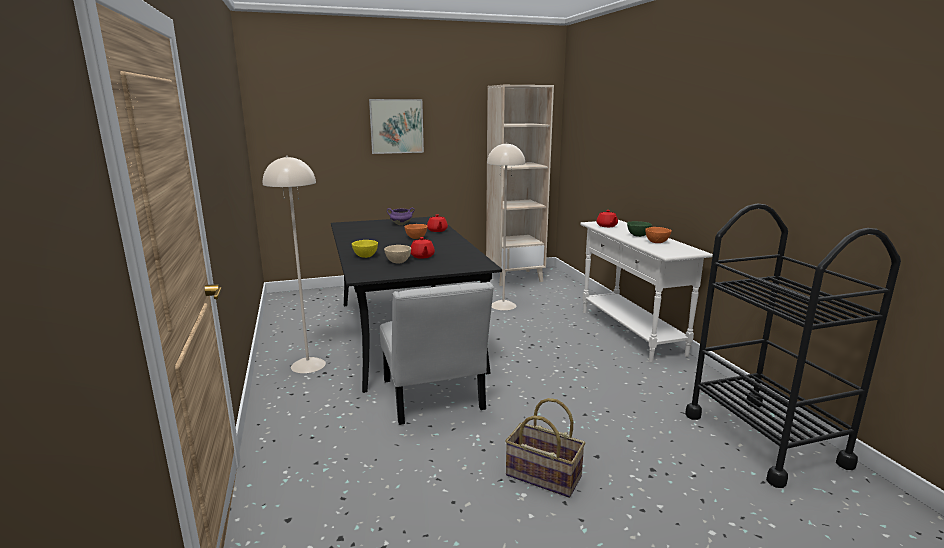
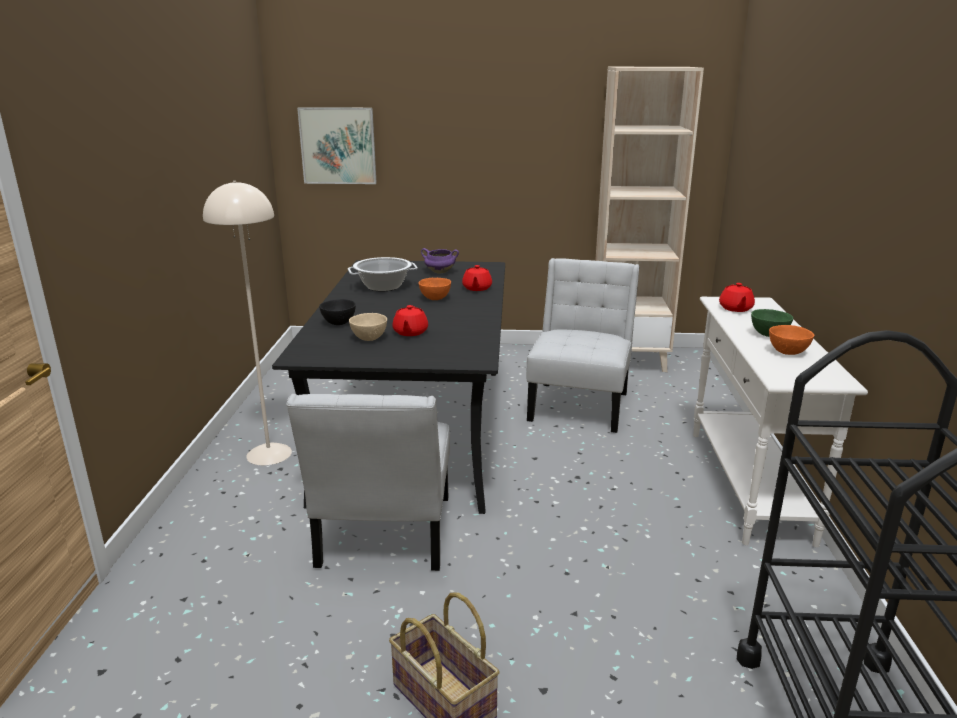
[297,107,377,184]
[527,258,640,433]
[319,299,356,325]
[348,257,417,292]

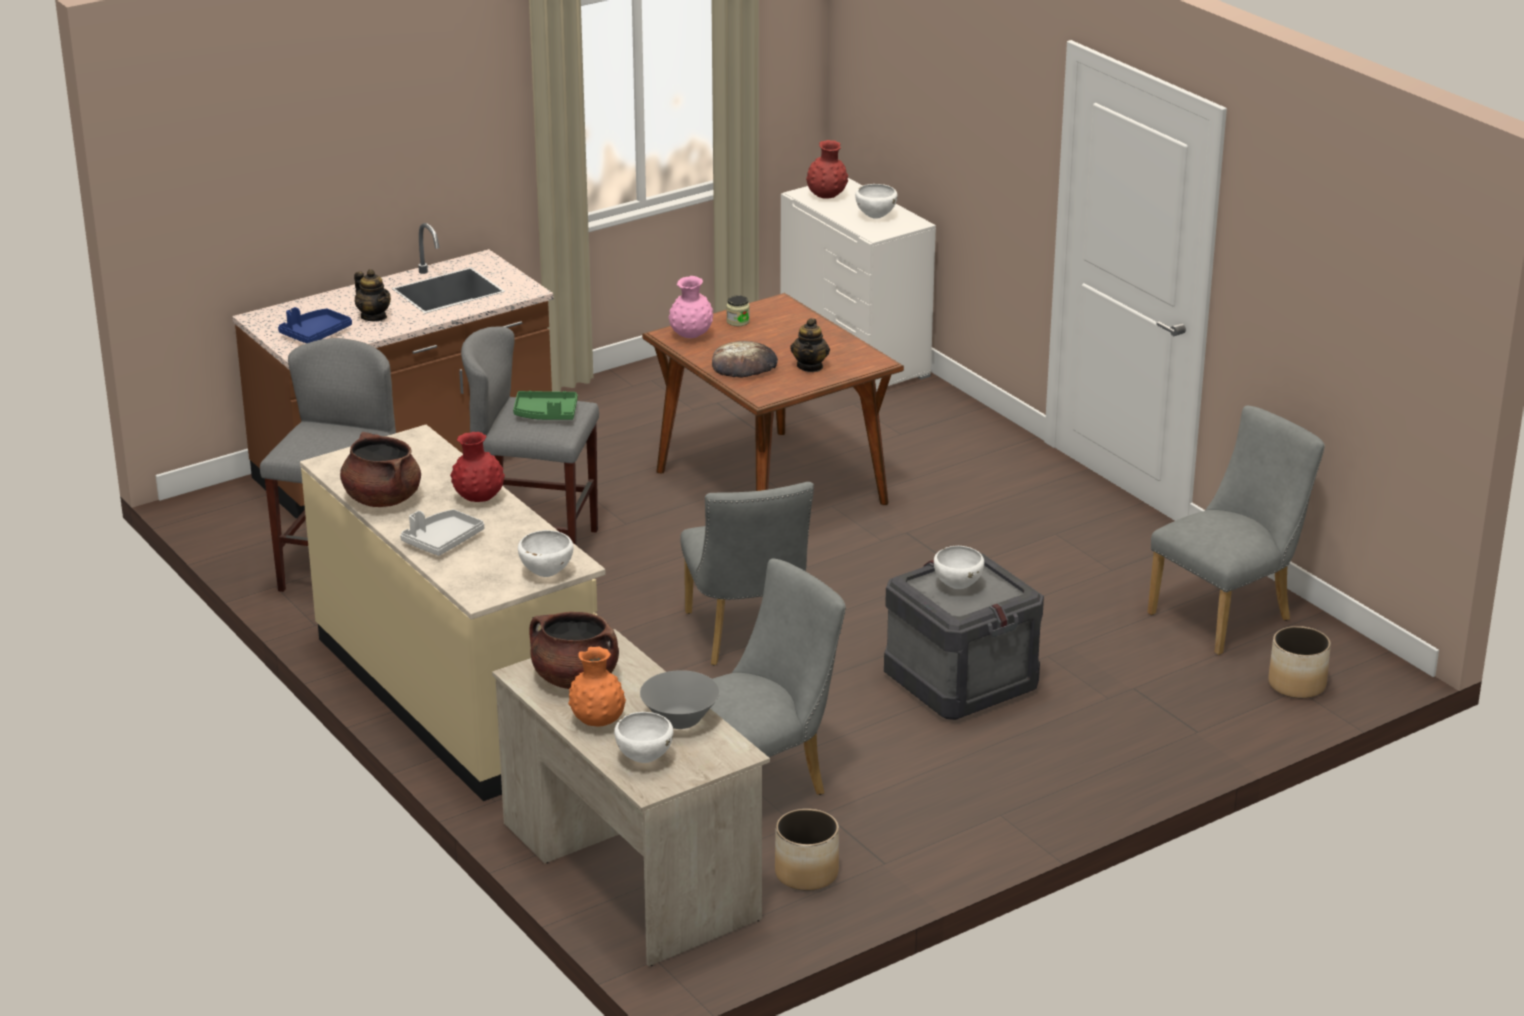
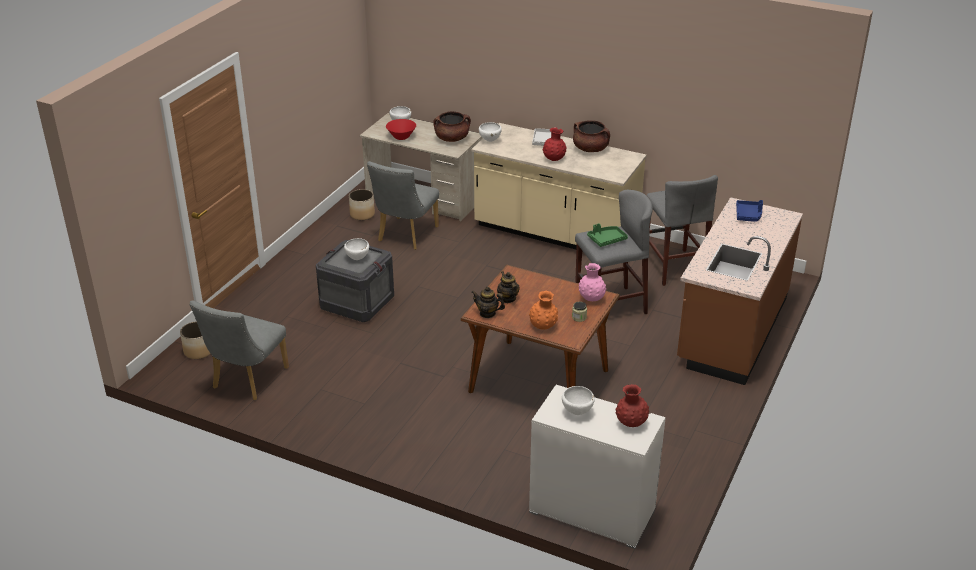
[471,287,505,318]
[712,341,778,378] (first image)
[680,482,814,665] (first image)
[529,291,558,330]
[386,119,416,140]

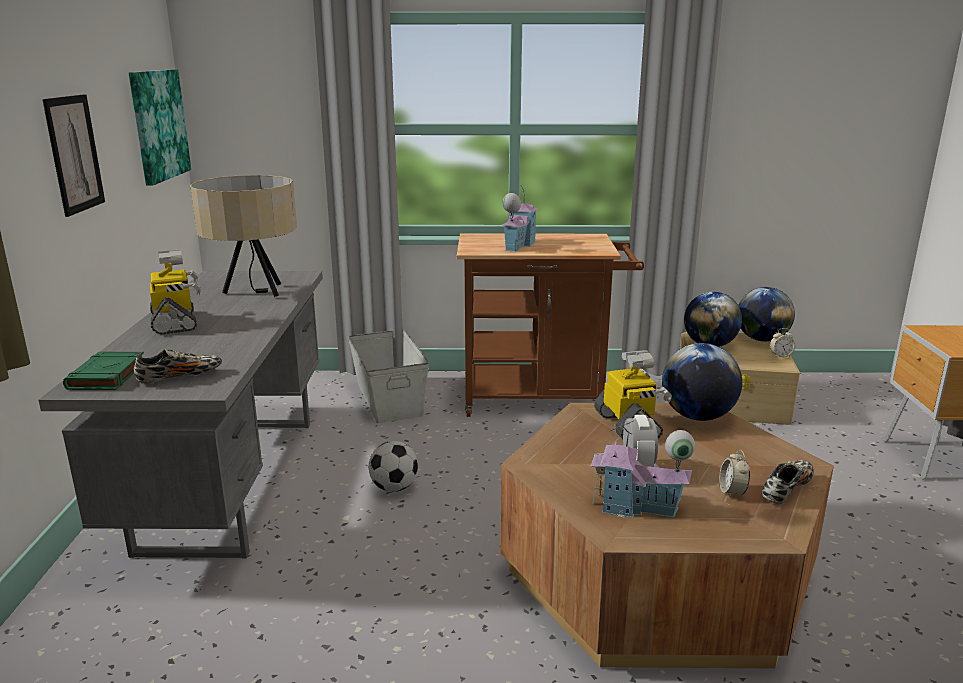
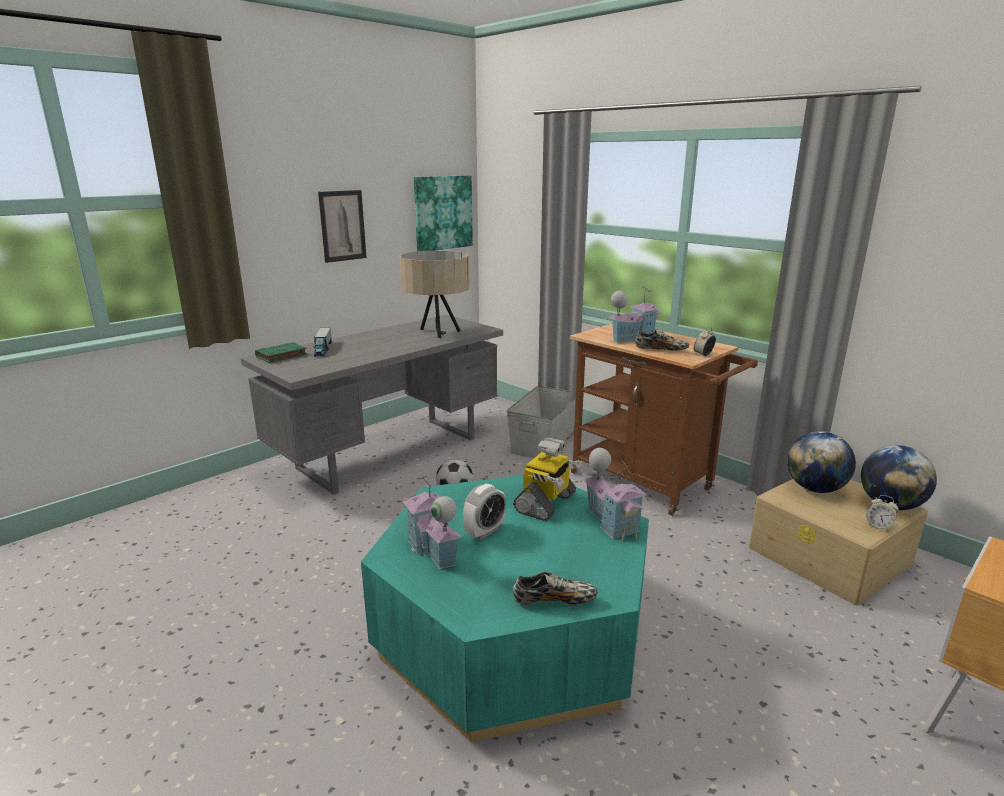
[150,249,201,334] (first image)
[584,448,647,541]
[635,330,689,351]
[361,475,649,742]
[694,327,716,356]
[314,327,332,357]

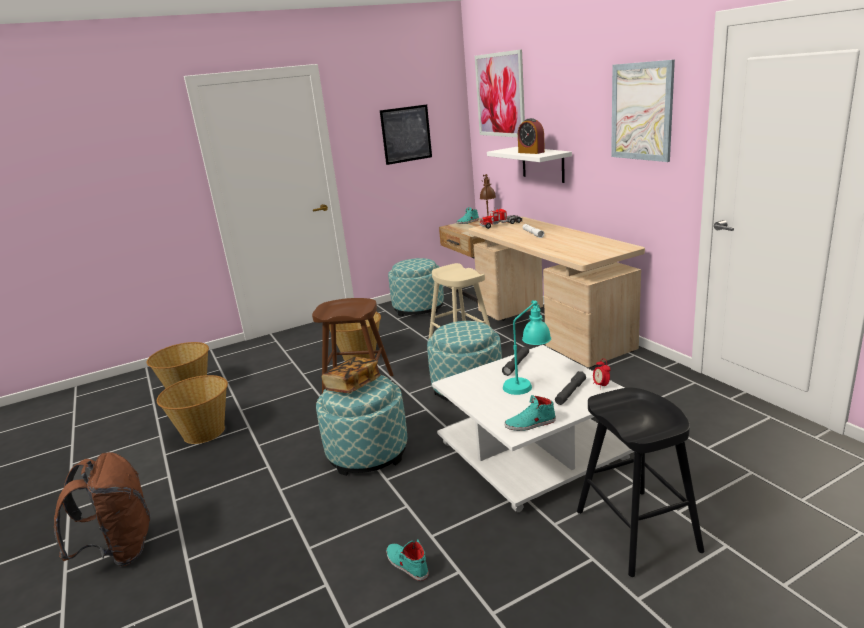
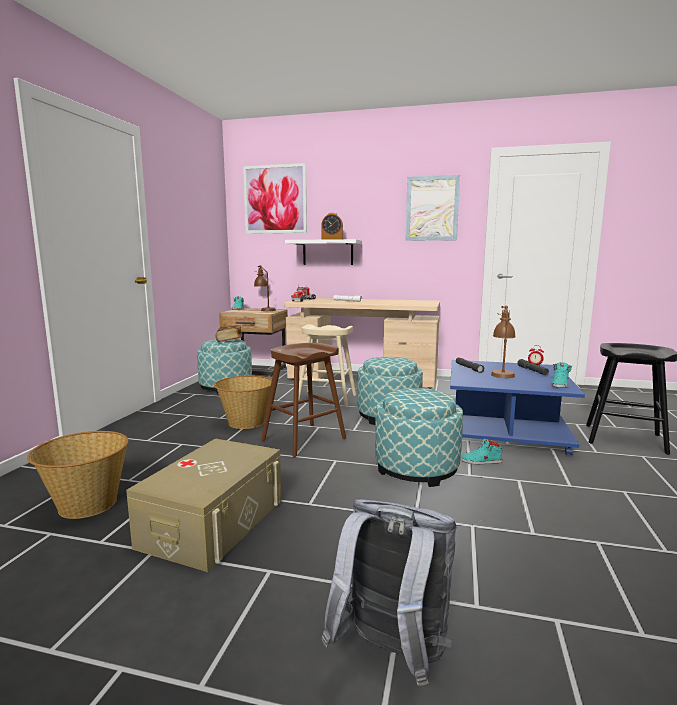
[380,104,432,165] (first image)
[491,305,516,378]
[450,360,585,455]
[216,325,242,342]
[126,438,281,572]
[321,499,457,686]
[460,438,502,465]

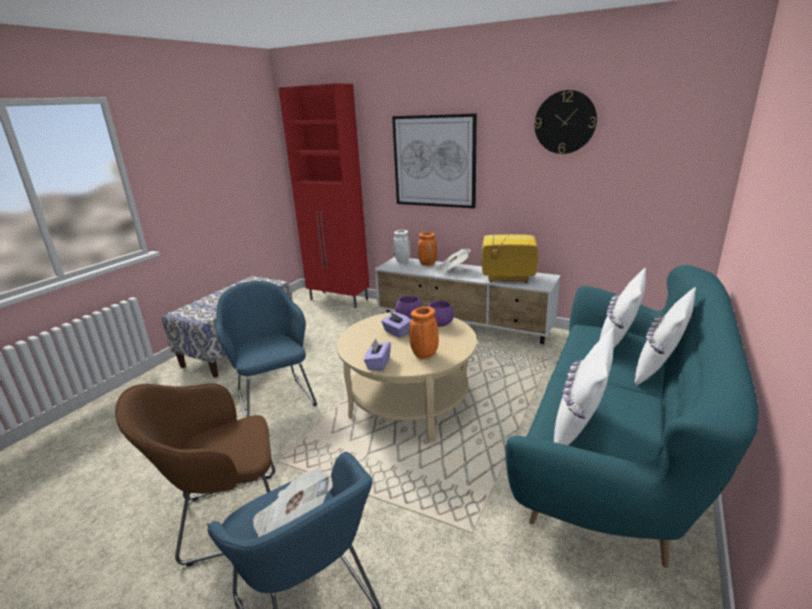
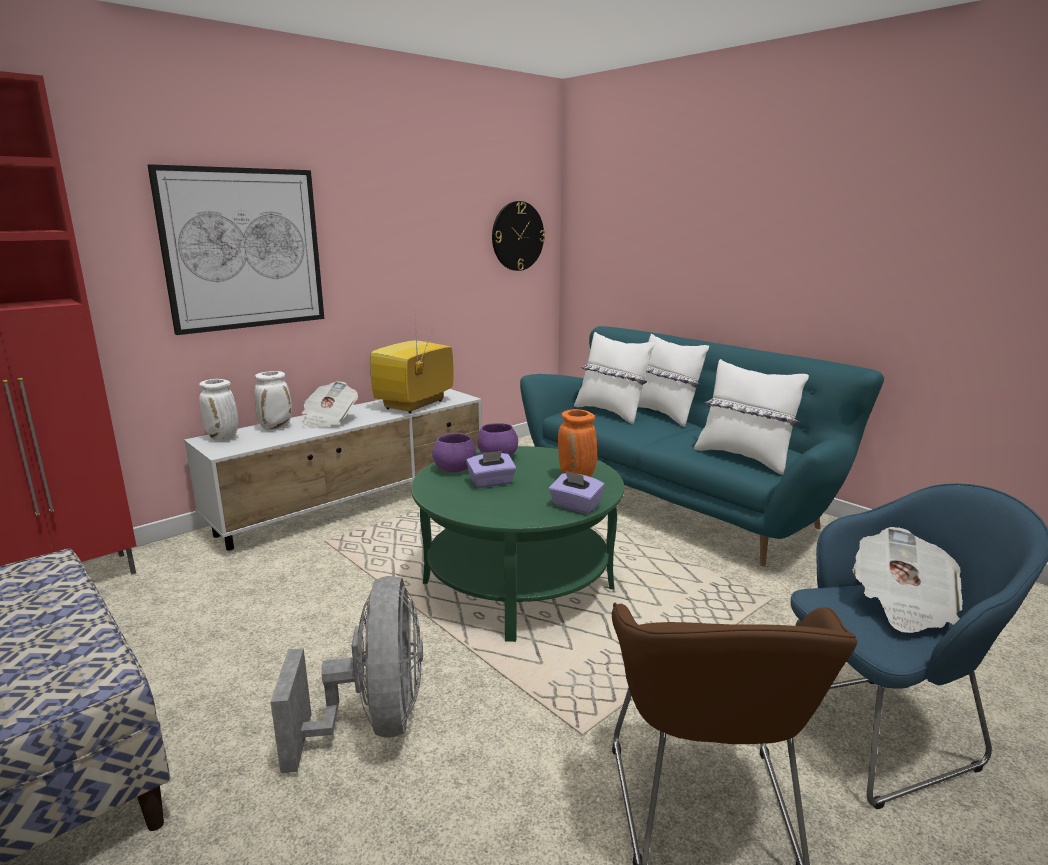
[492,201,545,271]
[254,371,292,430]
[271,576,423,773]
[411,446,624,642]

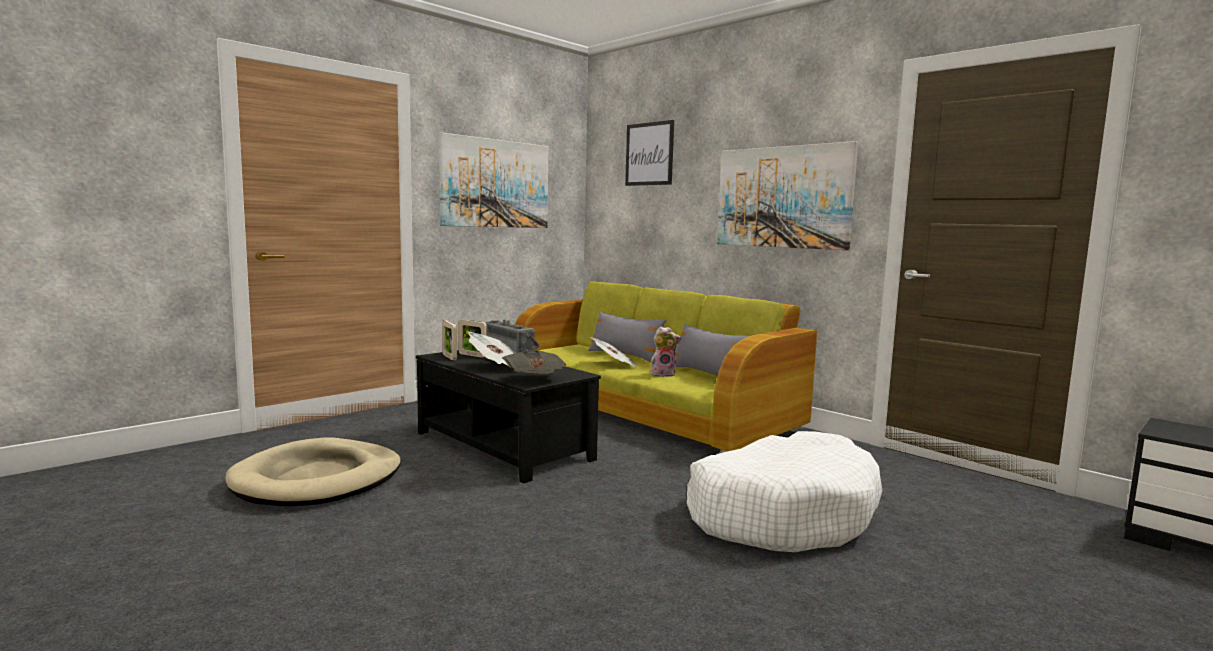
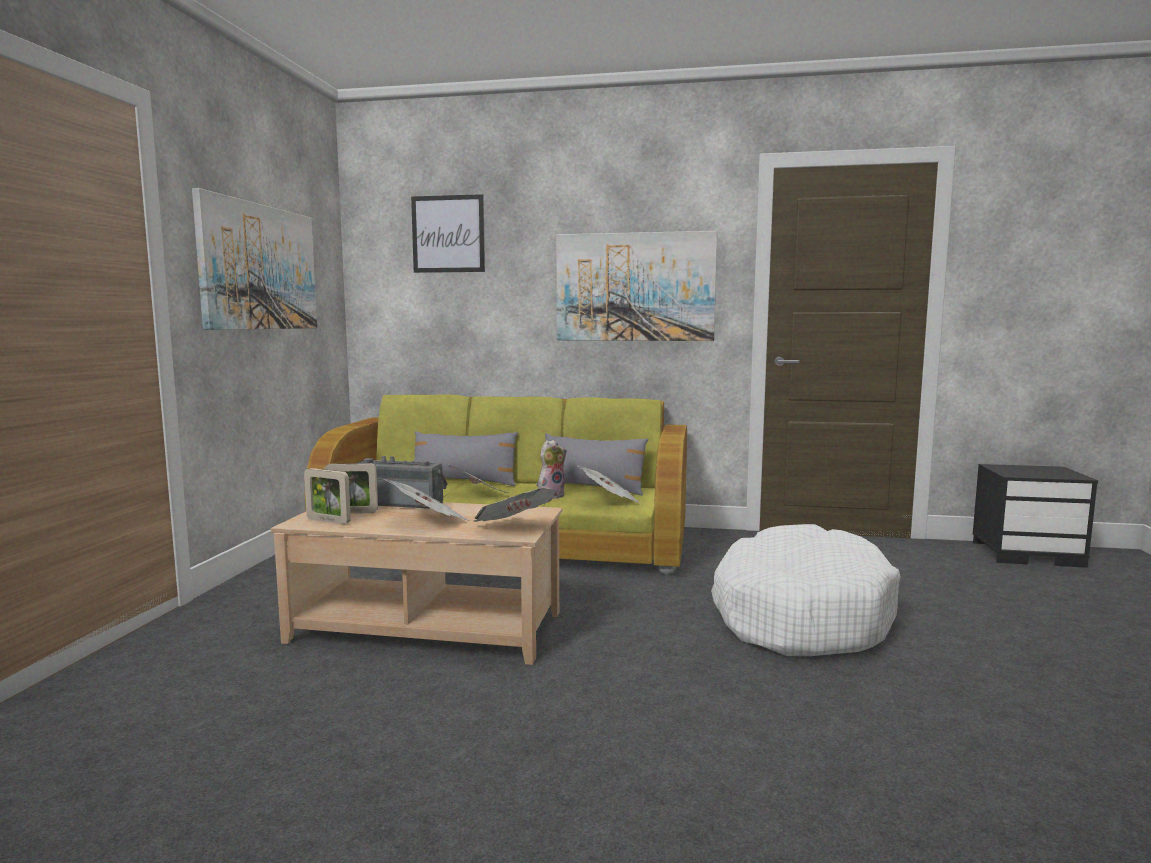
[271,502,562,665]
[225,438,401,506] (first image)
[578,466,640,503]

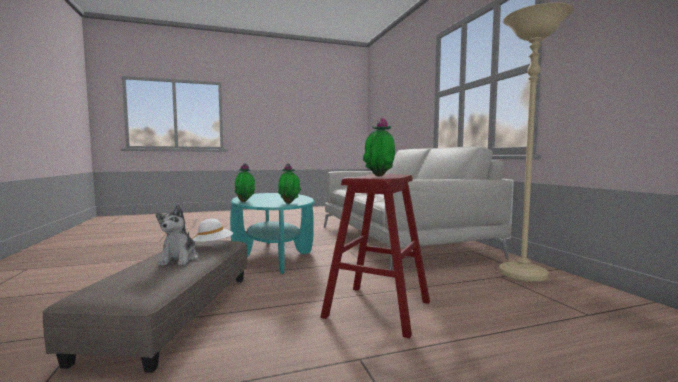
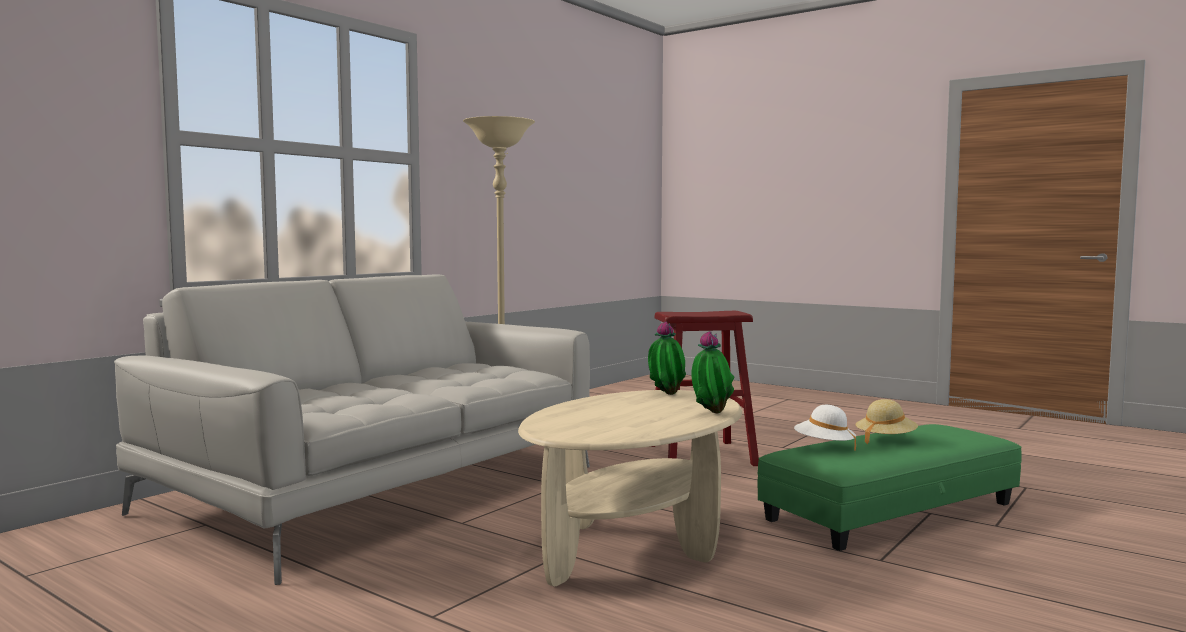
[363,118,395,177] (first image)
[518,390,742,587]
[855,399,918,444]
[757,424,1022,551]

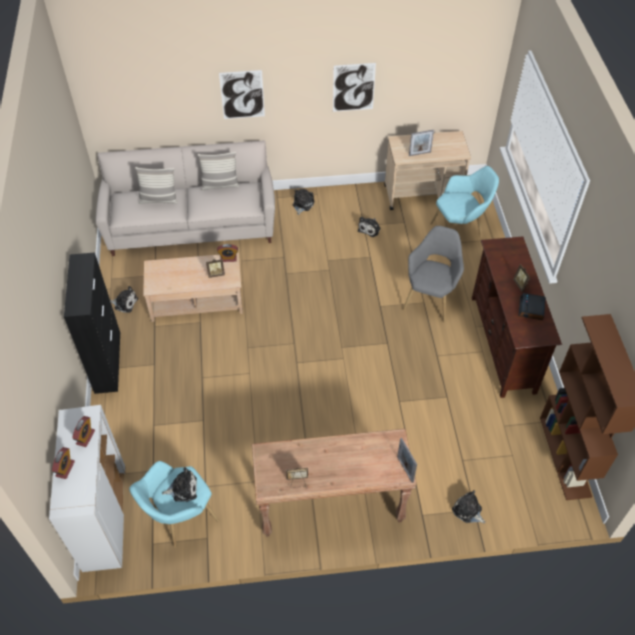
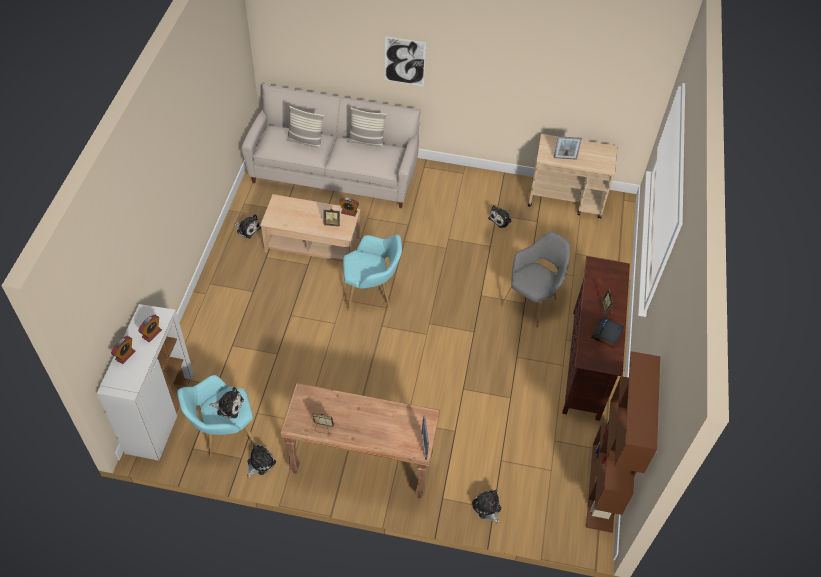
[333,63,376,112] (first image)
[343,235,402,311]
[247,445,276,478]
[64,252,120,394] (first image)

